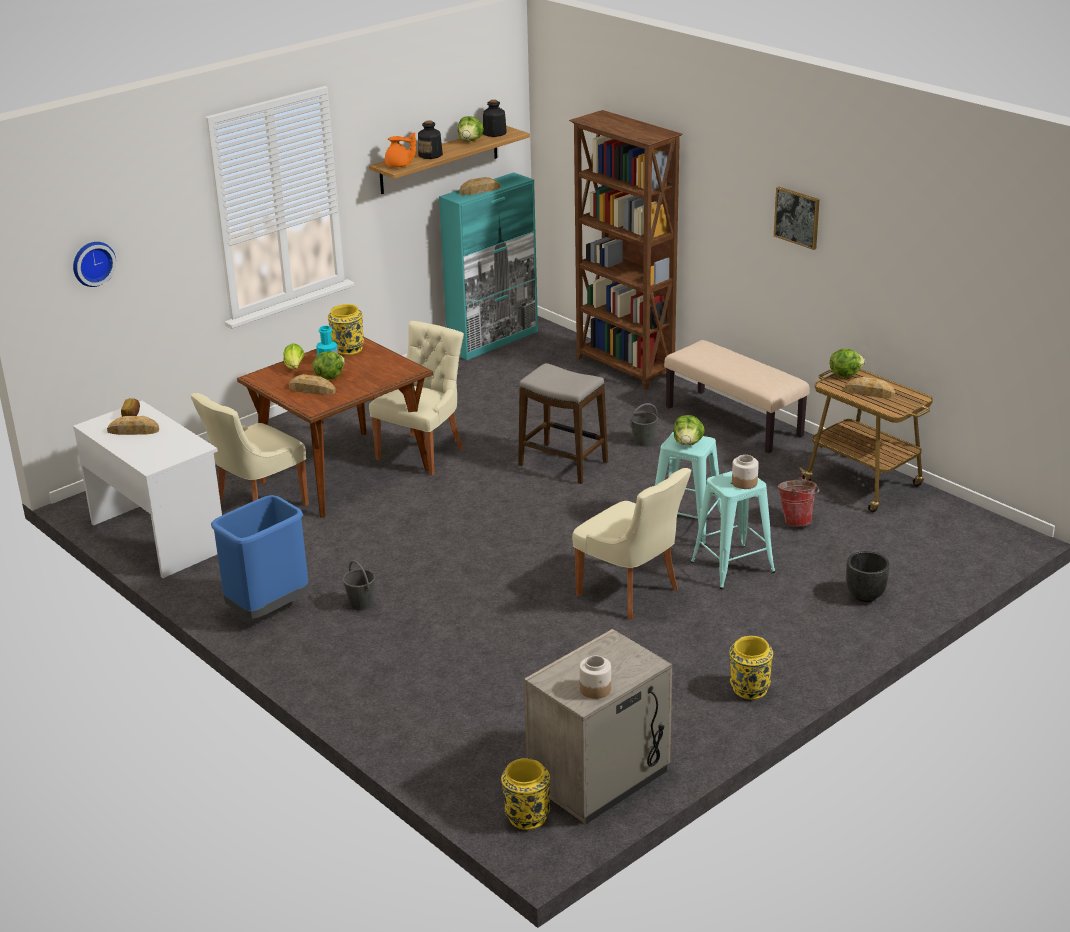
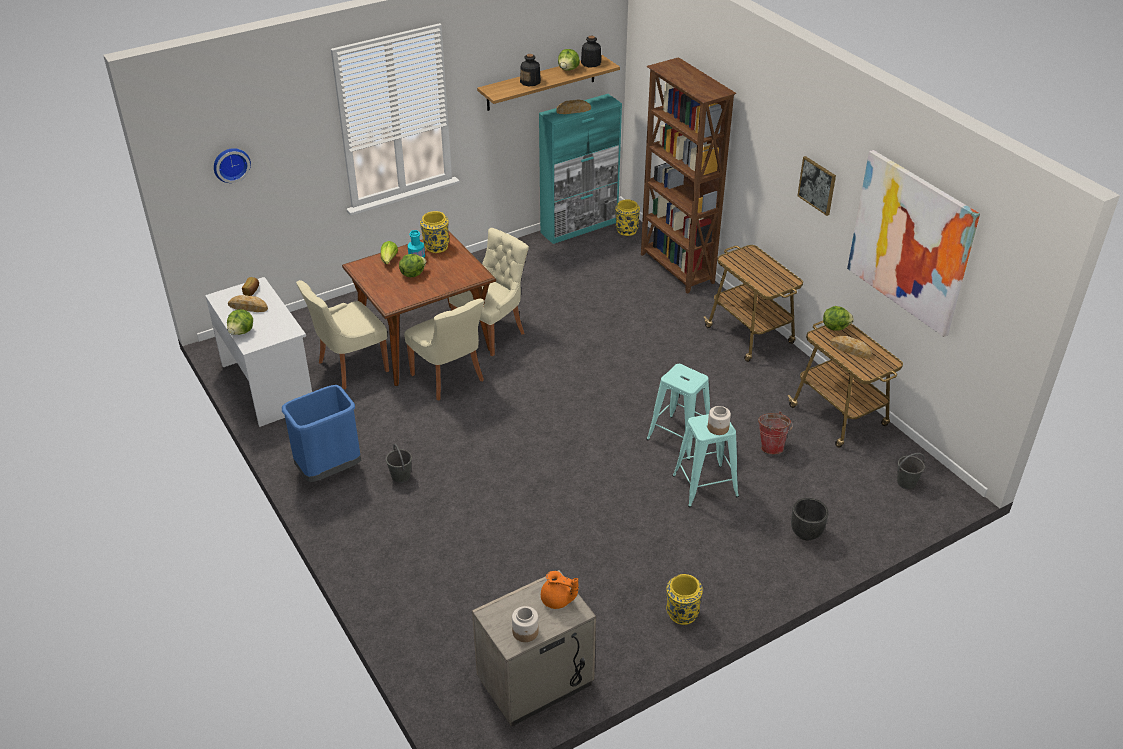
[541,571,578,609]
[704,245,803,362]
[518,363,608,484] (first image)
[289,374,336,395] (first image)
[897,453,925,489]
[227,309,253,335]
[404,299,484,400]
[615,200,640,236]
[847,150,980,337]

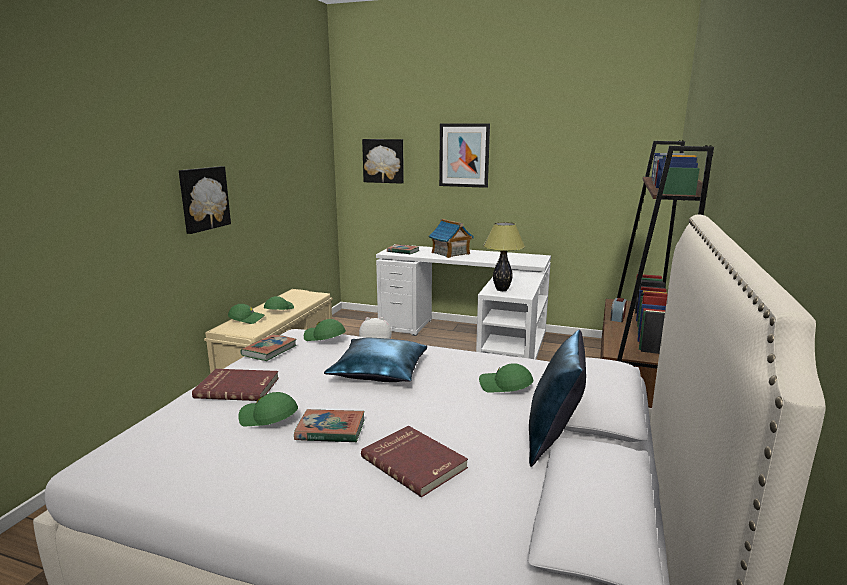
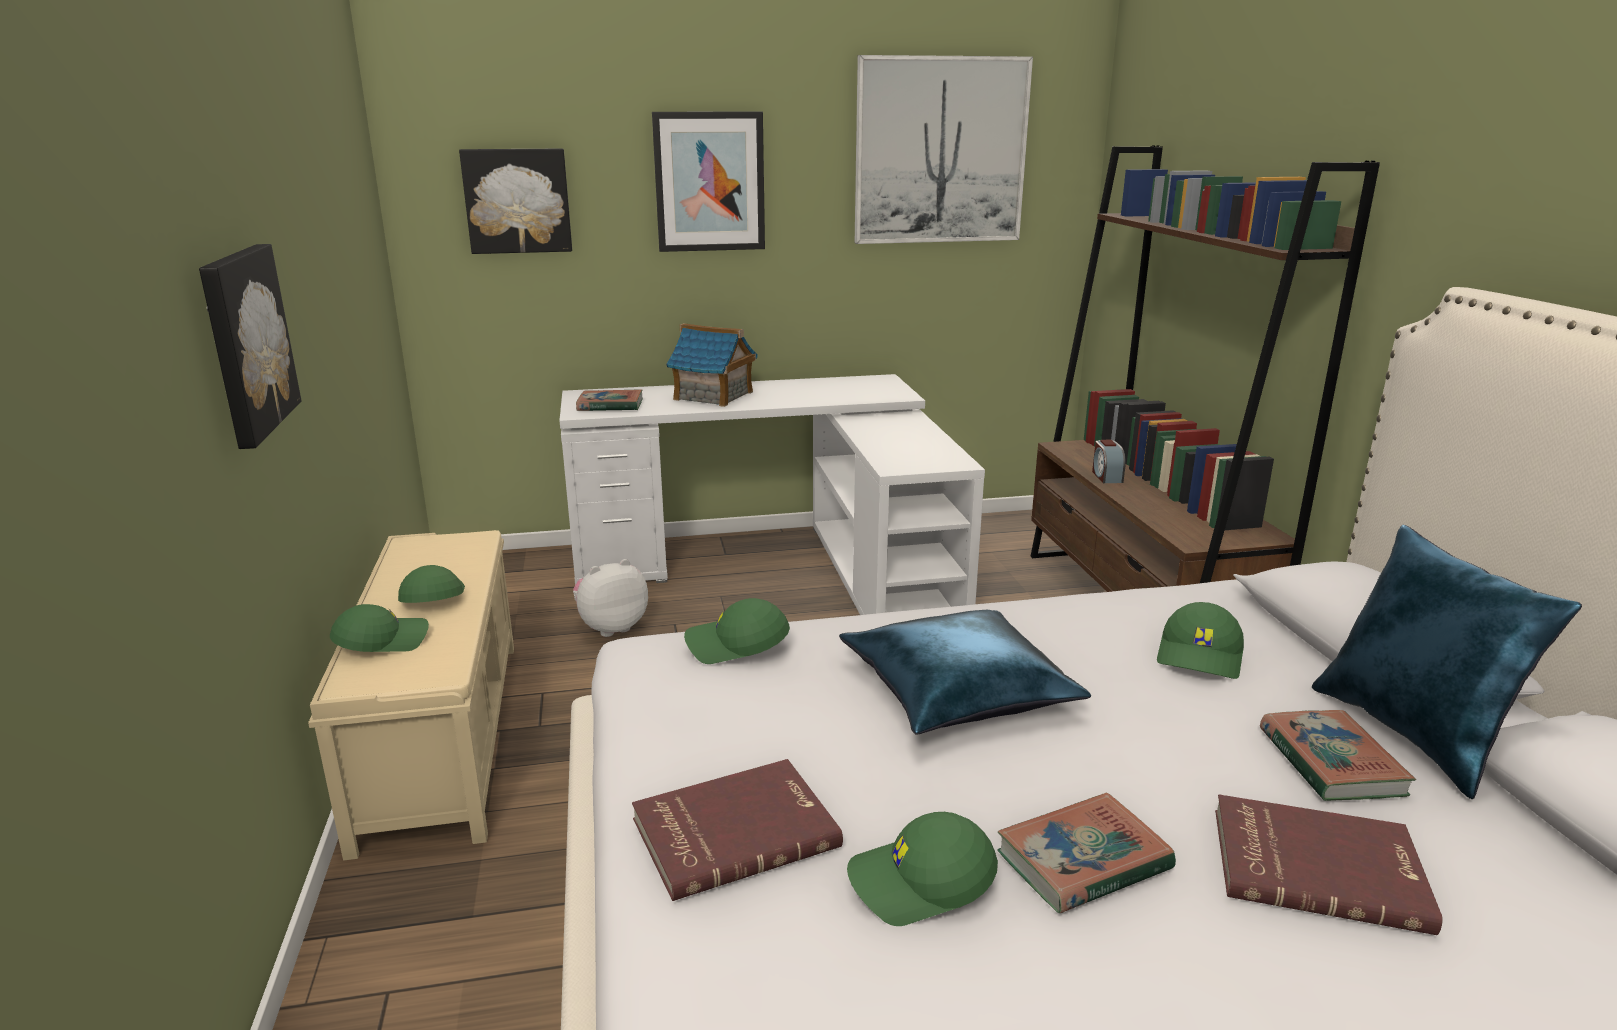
[483,222,525,291] (first image)
[1260,710,1416,801]
[1157,602,1244,679]
[855,55,1033,244]

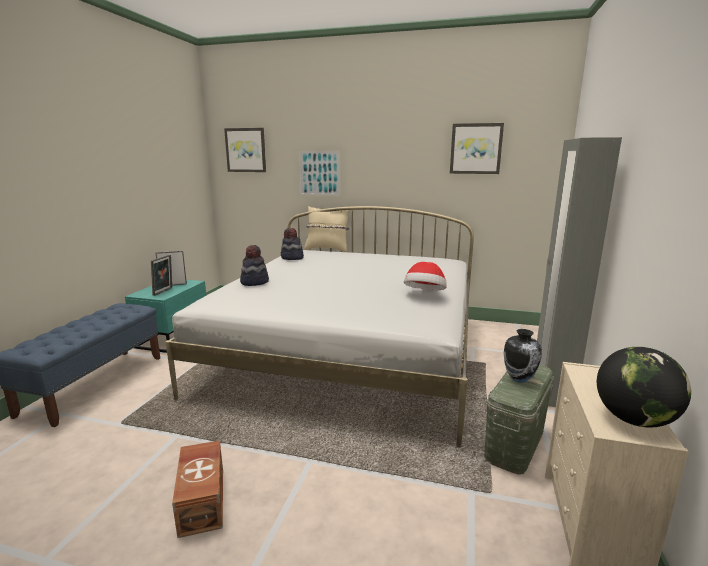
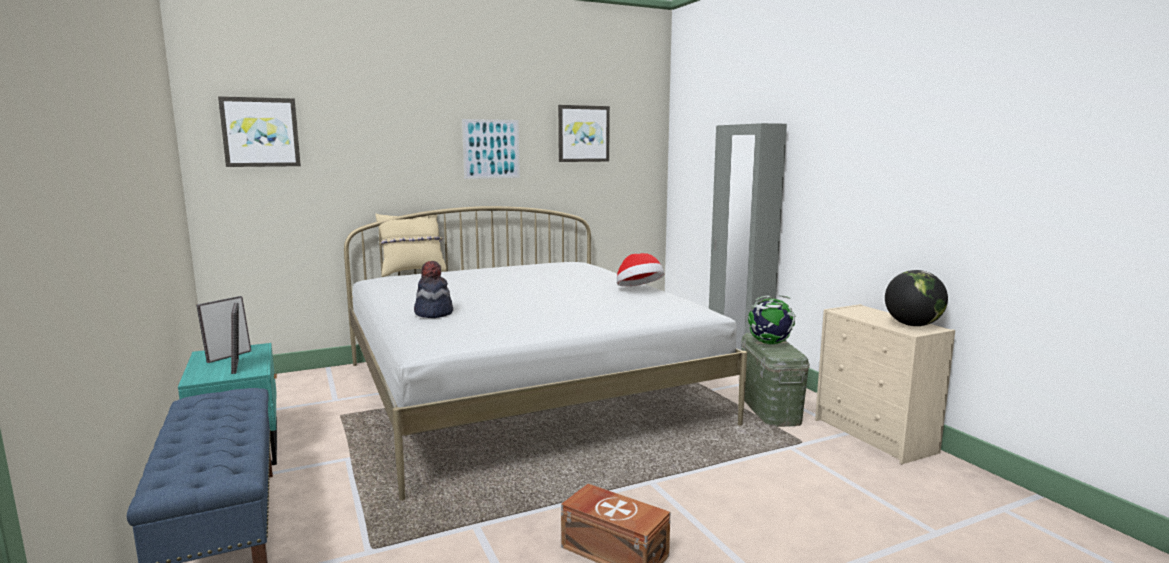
[462,119,520,179]
[281,228,304,260] (first image)
[748,295,796,344]

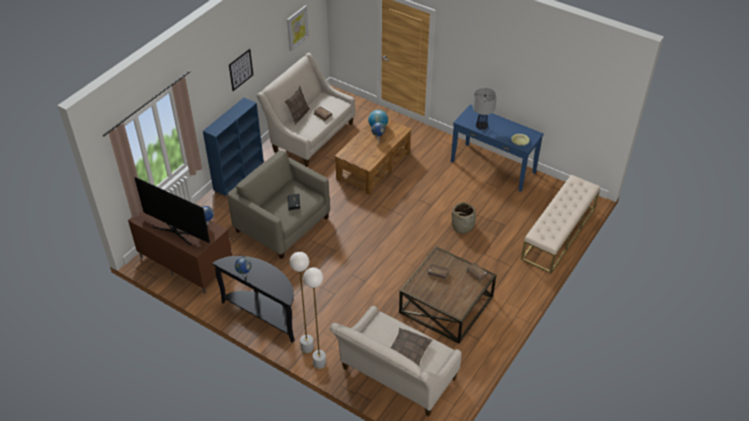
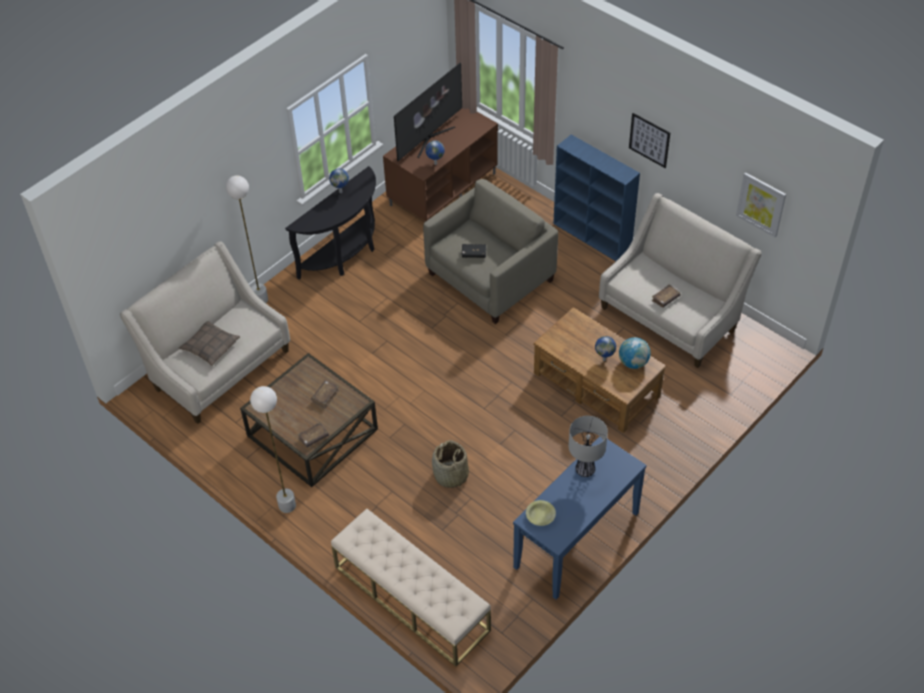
[285,86,310,125] (first image)
[250,386,296,513]

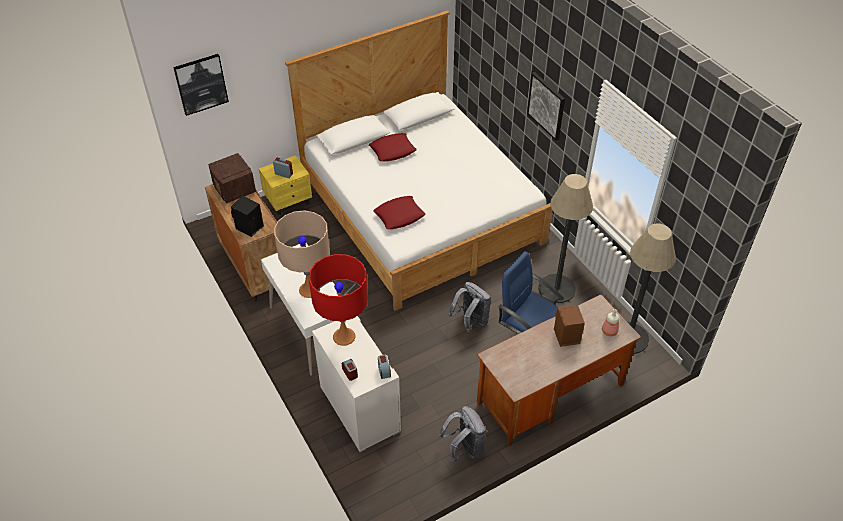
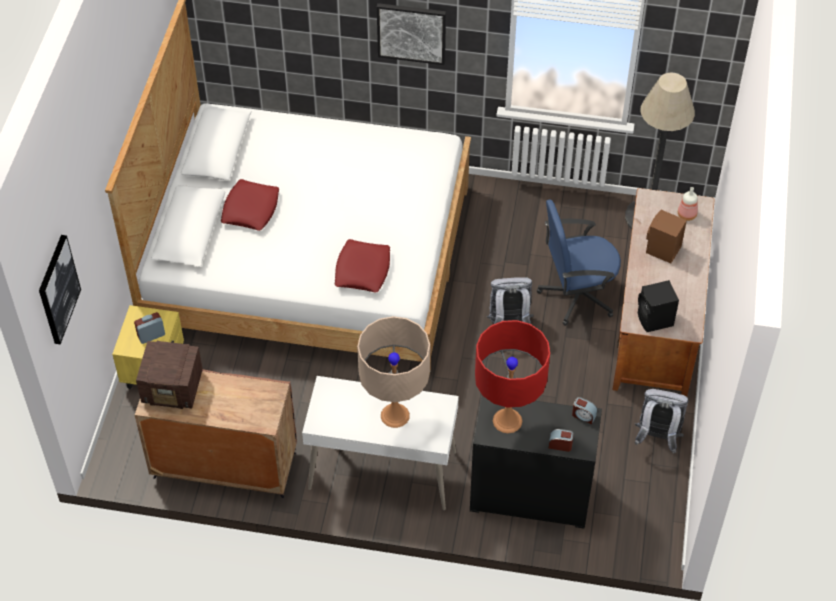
[538,174,593,303] (first image)
[638,280,679,332]
[470,396,602,529]

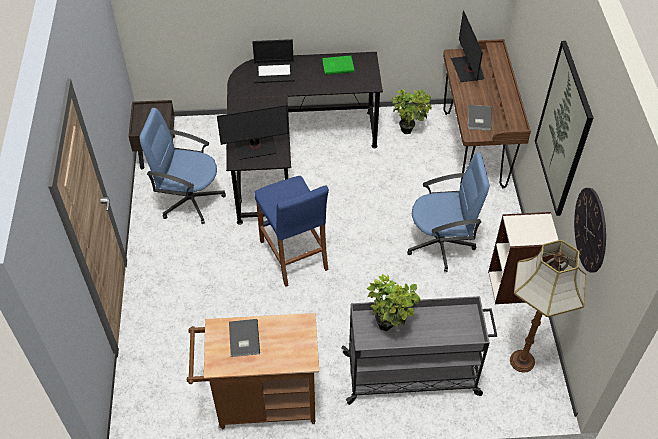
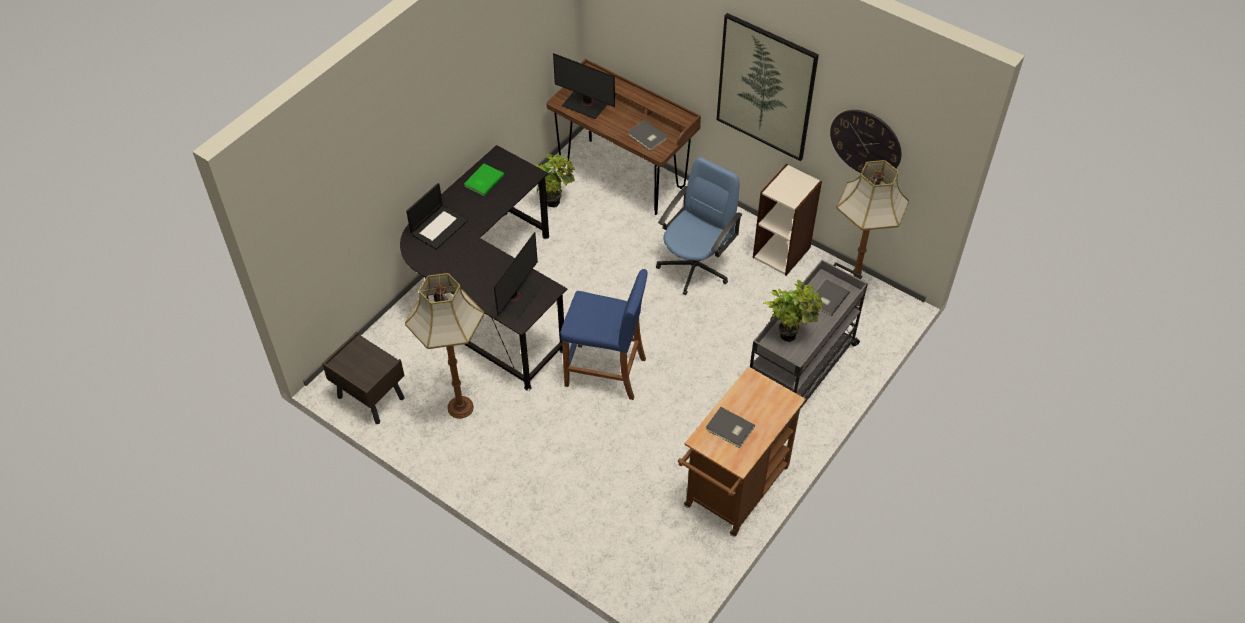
[405,273,484,419]
[812,279,850,316]

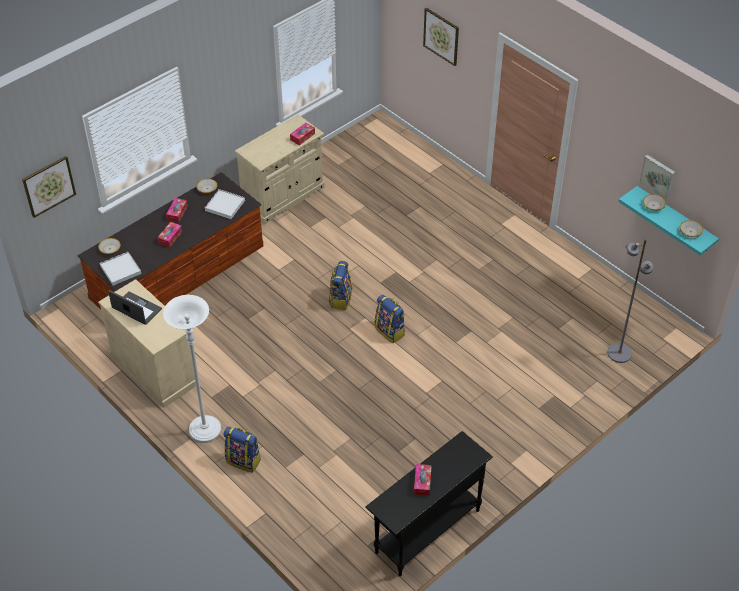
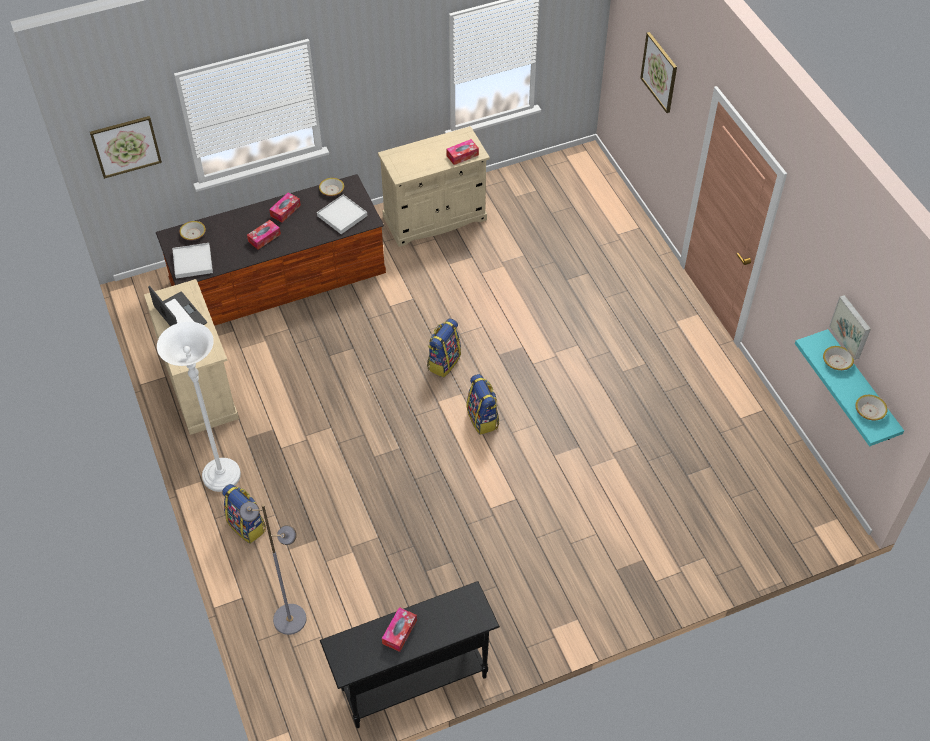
[239,502,307,635]

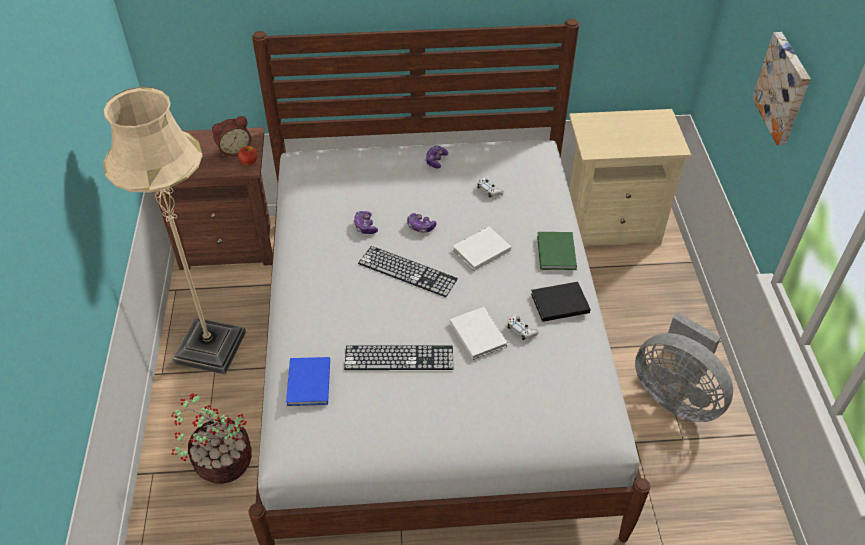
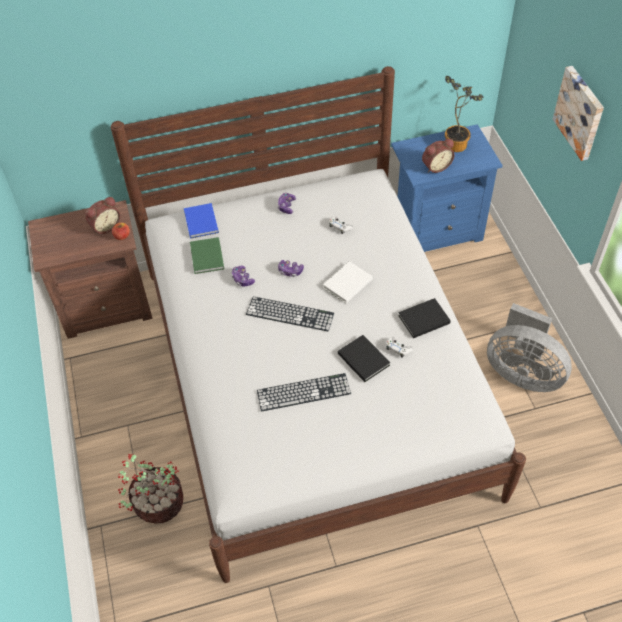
[103,87,246,374] (first image)
[391,124,503,252]
[190,237,224,274]
[338,335,390,382]
[184,203,219,239]
[445,76,484,152]
[422,139,455,173]

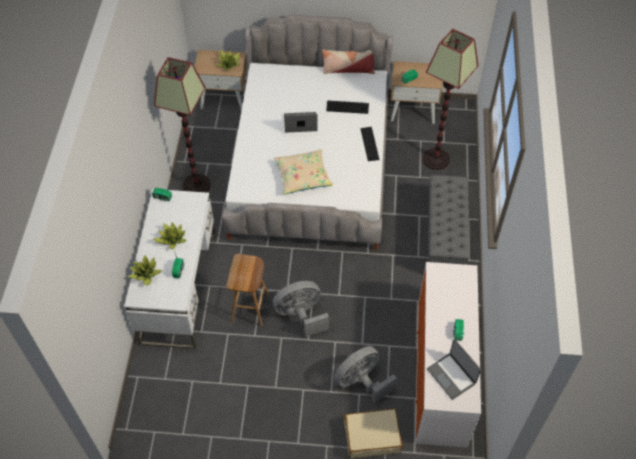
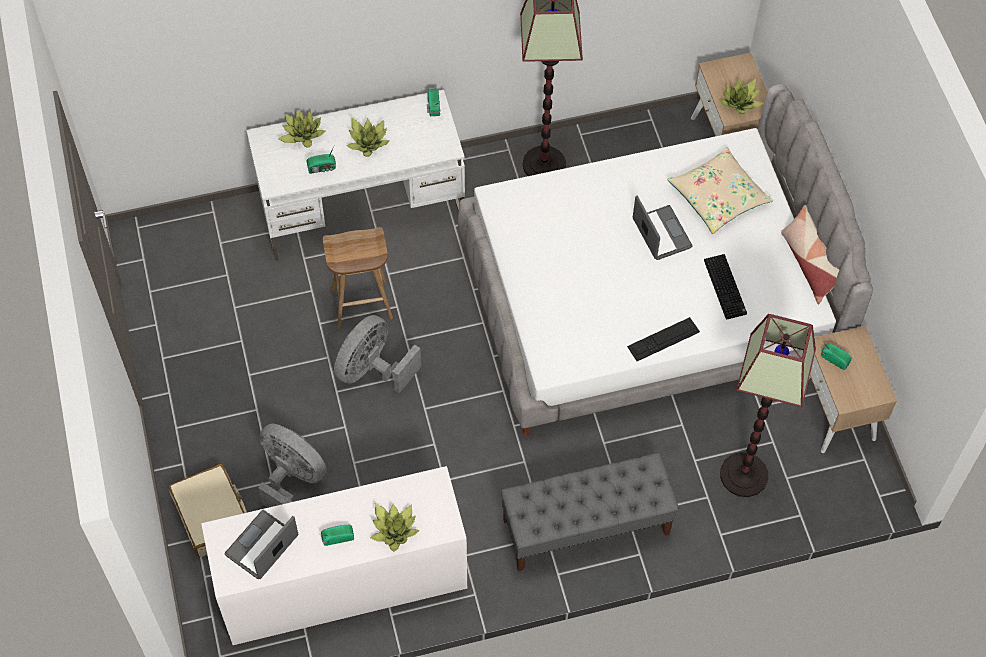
[667,147,773,234]
[334,315,421,393]
[370,503,420,552]

